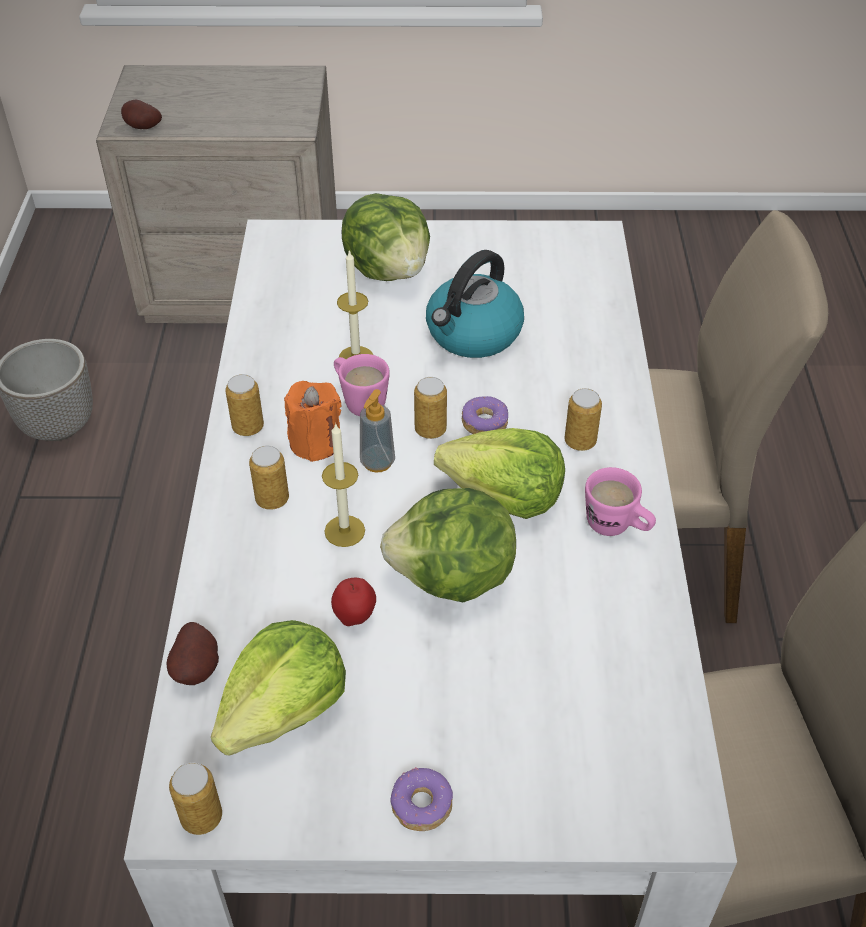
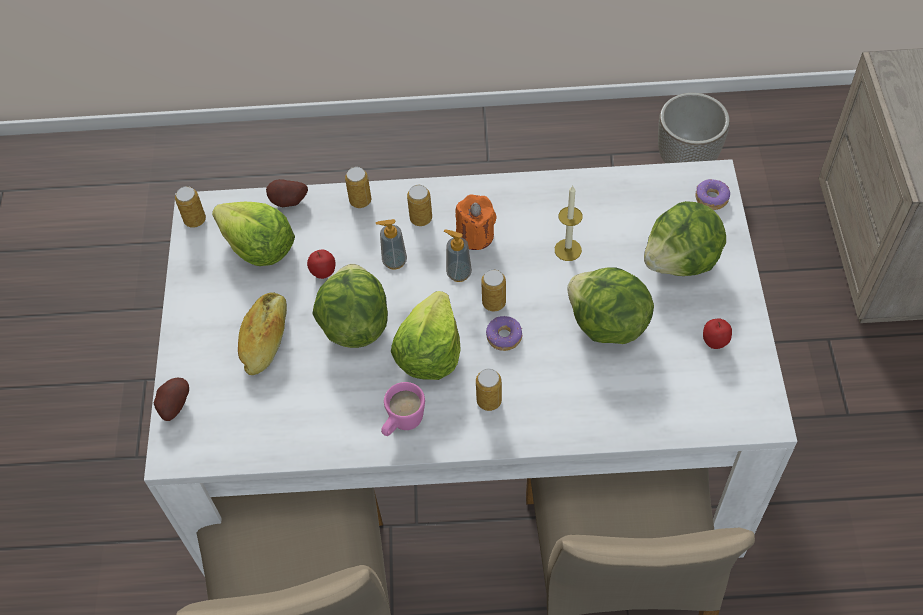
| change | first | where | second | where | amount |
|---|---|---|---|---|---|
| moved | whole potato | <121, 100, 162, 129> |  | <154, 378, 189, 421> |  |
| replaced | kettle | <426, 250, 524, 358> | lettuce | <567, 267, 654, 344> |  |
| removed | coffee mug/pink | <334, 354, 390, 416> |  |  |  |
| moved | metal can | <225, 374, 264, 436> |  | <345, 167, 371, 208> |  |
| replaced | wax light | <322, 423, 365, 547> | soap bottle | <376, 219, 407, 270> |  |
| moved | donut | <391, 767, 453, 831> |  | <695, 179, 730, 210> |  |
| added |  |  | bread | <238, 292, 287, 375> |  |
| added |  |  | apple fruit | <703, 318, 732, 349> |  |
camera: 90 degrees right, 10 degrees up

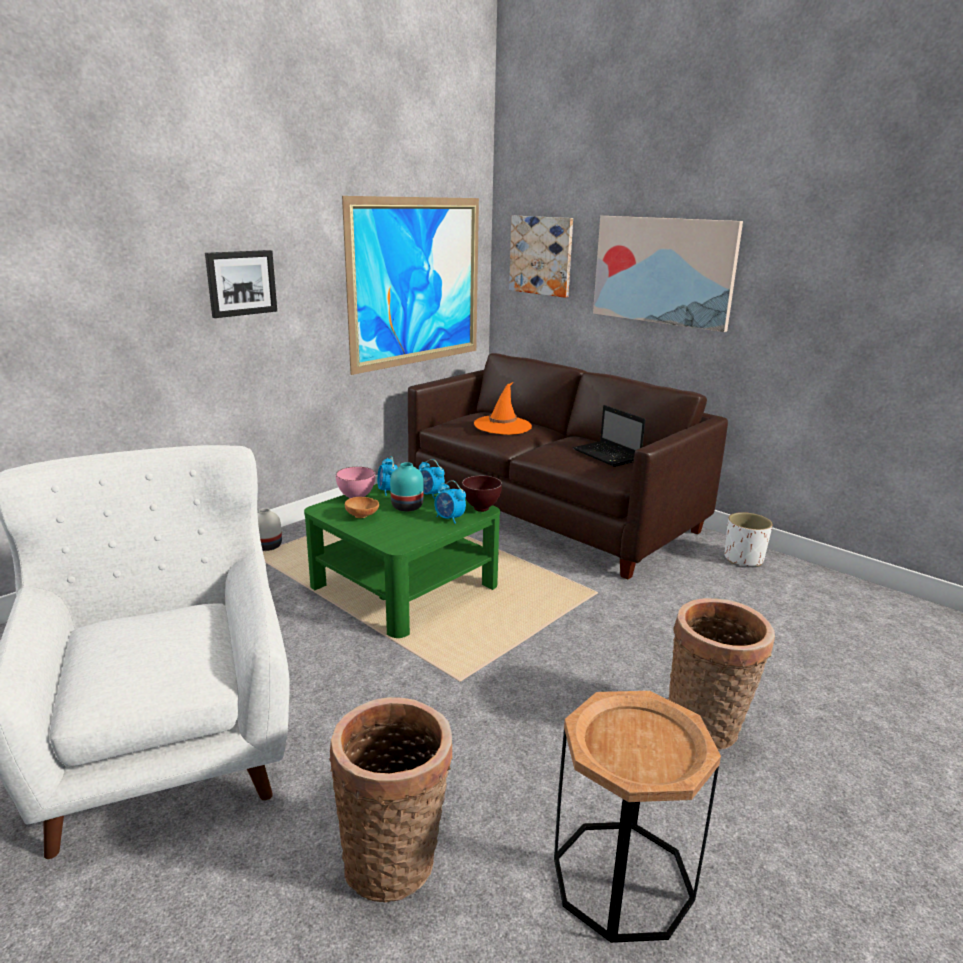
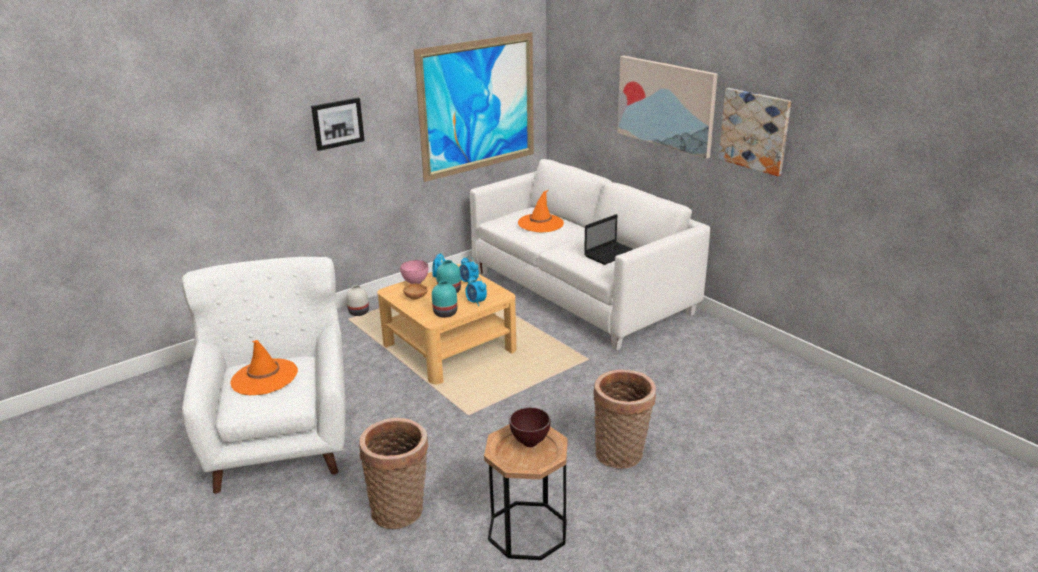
| change | first | where | second | where | amount |
|---|---|---|---|---|---|
| moved | wall picture | <509, 216, 573, 298> |  | <719, 88, 791, 176> |  |
| recoloured | couch/brown | <408, 353, 728, 579> | couch/whitish | <470, 159, 710, 351> |  |
| turned | notebook computer | <573, 405, 646, 467> |  | <584, 214, 633, 265> | 105 degrees counterclockwise |
| moved | deep dish/brown | <462, 475, 502, 512> |  | <509, 407, 550, 447> |  |
| recoloured | low table/green | <304, 484, 500, 638> | low table/sand-coloured | <377, 264, 516, 384> |  |
| removed | flower pot/whitish | <724, 512, 773, 567> |  |  |  |
| added |  |  | flower vase/turquoise | <432, 281, 457, 318> |  |
| added |  |  | hat/orange | <231, 340, 298, 395> |  |
camera: 10 degrees right, 5 degrees up

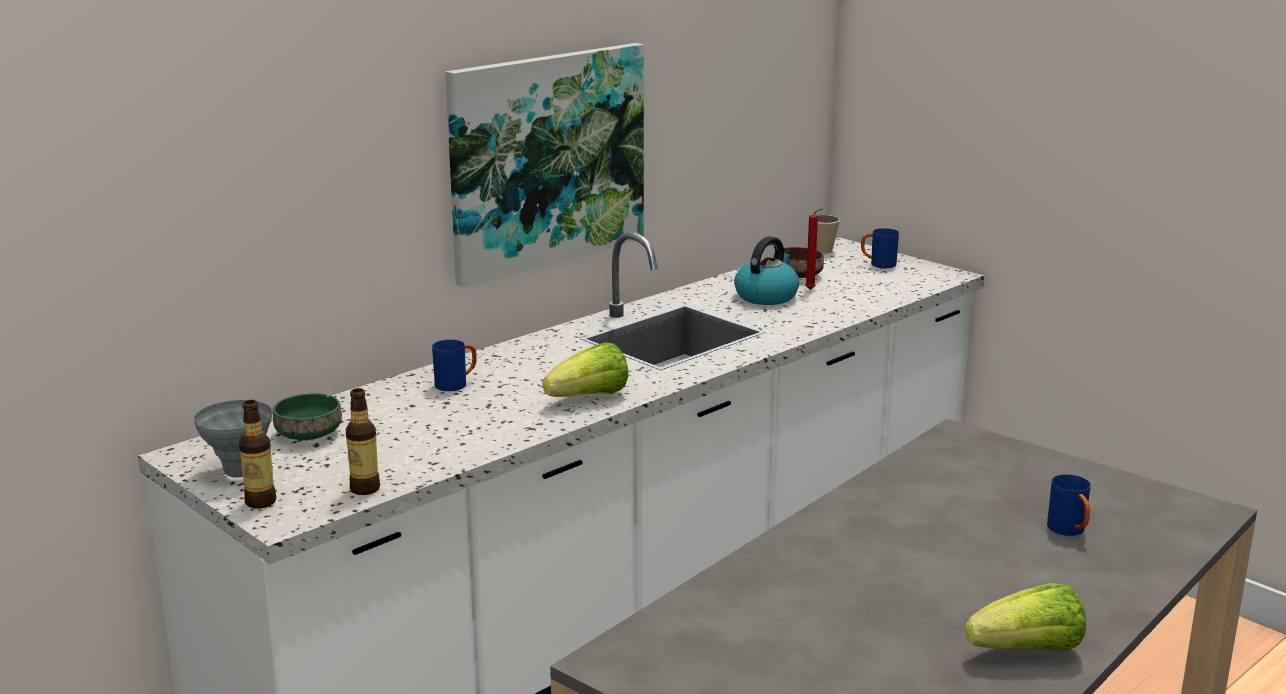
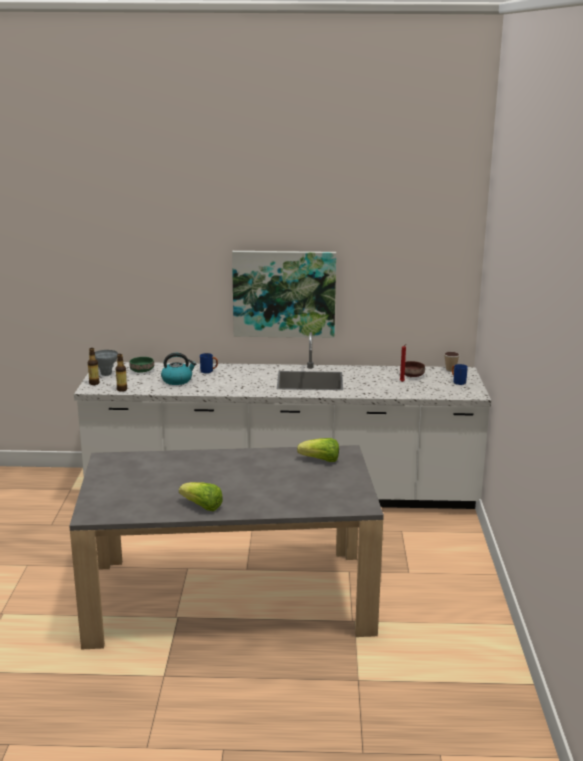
| change | first | where | second | where | amount |
|---|---|---|---|---|---|
| moved | kettle | <734, 236, 799, 305> |  | <161, 353, 196, 385> |  |
| moved | lettuce | <543, 342, 628, 397> |  | <297, 438, 339, 462> |  |
| removed | coffee mug/blue | <1047, 474, 1091, 536> |  |  |  |
camera: 45 degrees right, 0 degrees up

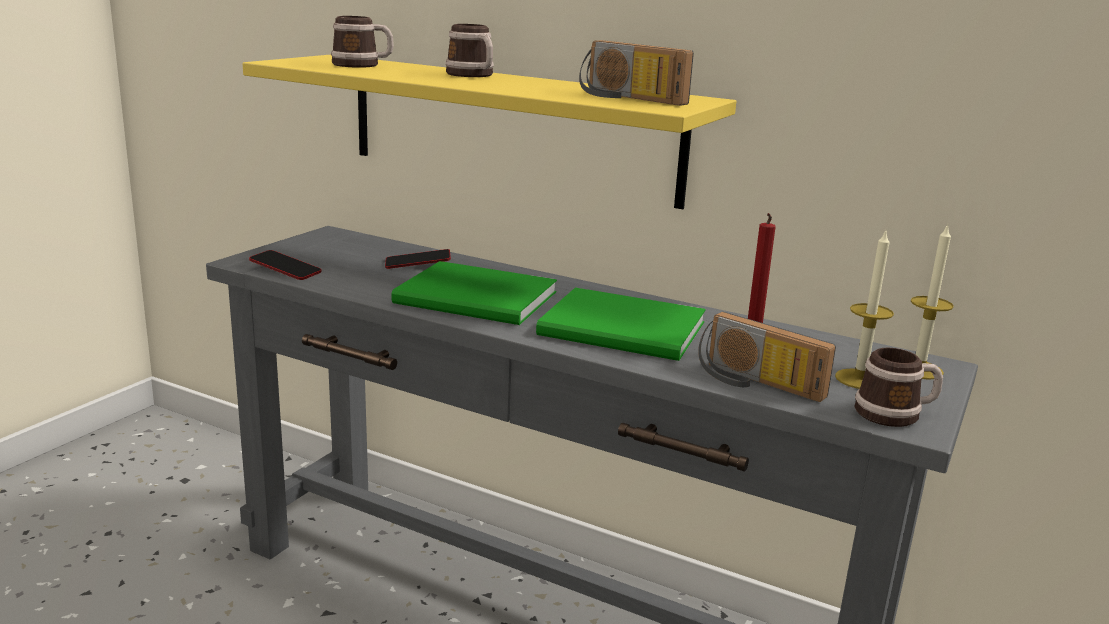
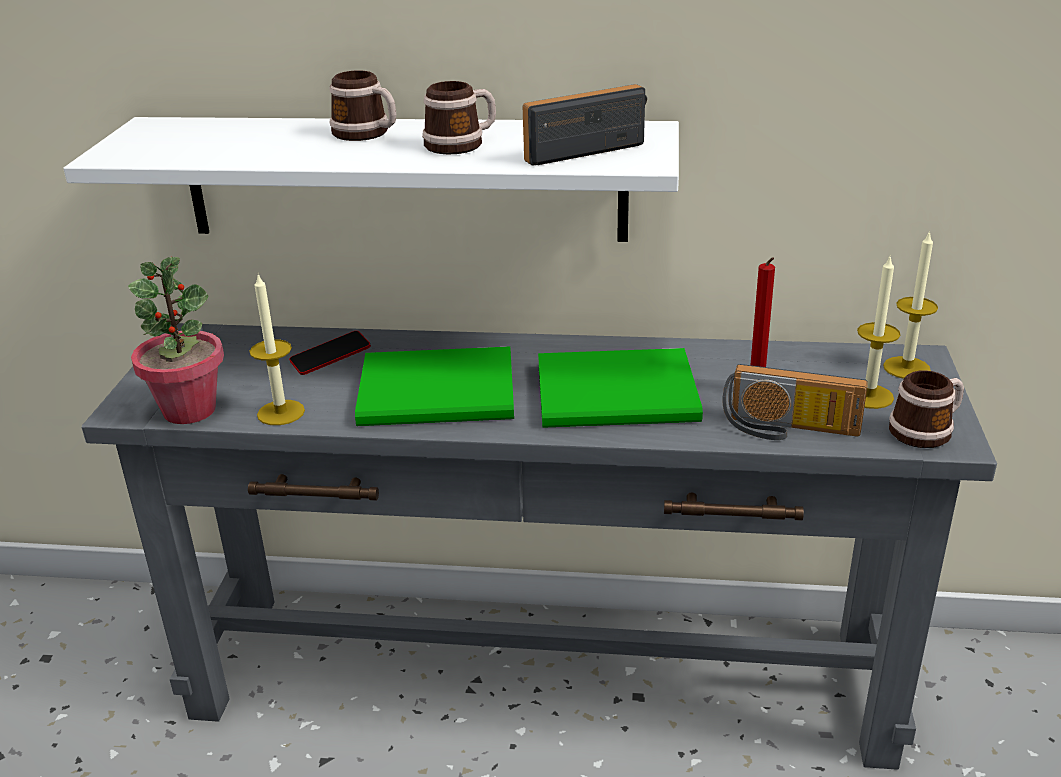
| change | first | where | second | where | amount |
|---|---|---|---|---|---|
| moved | coffee mug | <331, 16, 394, 68> |  | <422, 81, 496, 154> |  |
| turned | radio set | <579, 40, 694, 106> |  | <523, 84, 647, 166> | 135 degrees clockwise |
| recoloured | bracket shelf/yellow-coloured | <243, 55, 736, 209> | bracket shelf/whitish | <64, 117, 679, 242> |  |
| replaced | phone | <249, 250, 322, 280> | potted plant | <128, 257, 224, 424> |  |
| added |  |  | wax light | <250, 275, 305, 425> |  |
camera: 20 degrees left, 10 degrees up

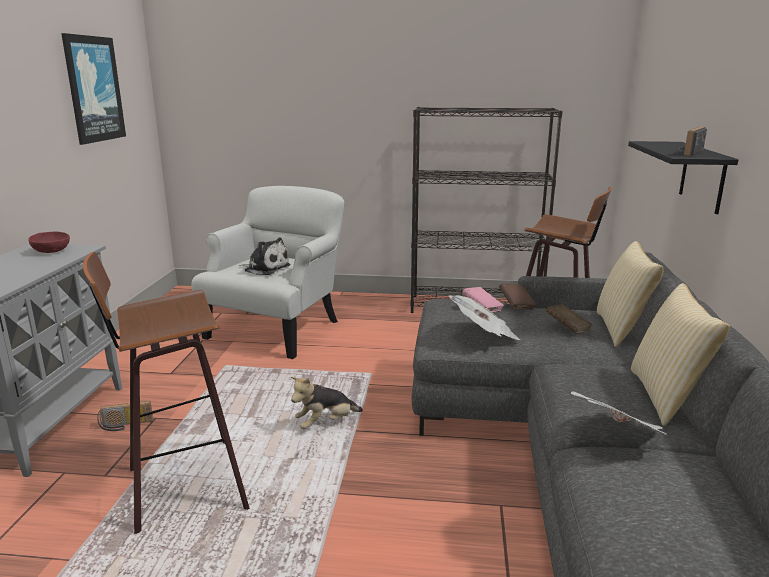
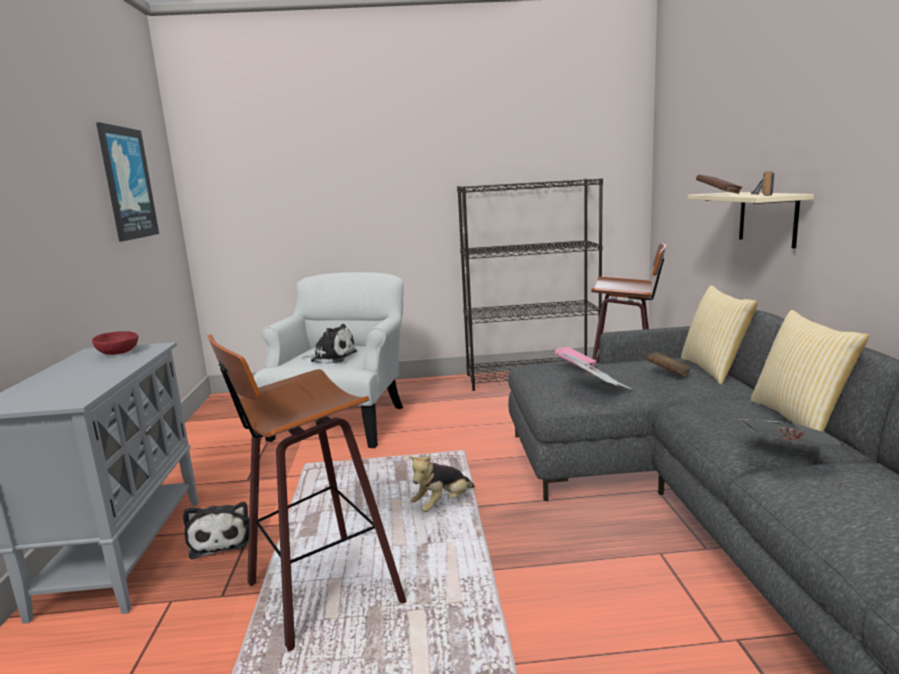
| change | first | where | second | where | amount |
|---|---|---|---|---|---|
| recoloured | bracket shelf/blackish | <628, 141, 739, 214> | bracket shelf/sand-coloured | <688, 192, 814, 248> |  |
| moved | volume/brown | <499, 283, 536, 310> |  | <696, 175, 743, 194> |  |
| replaced | radio set | <97, 401, 153, 431> | soft toy | <183, 502, 249, 560> |  |
camera: 10 degrees left, 5 degrees down

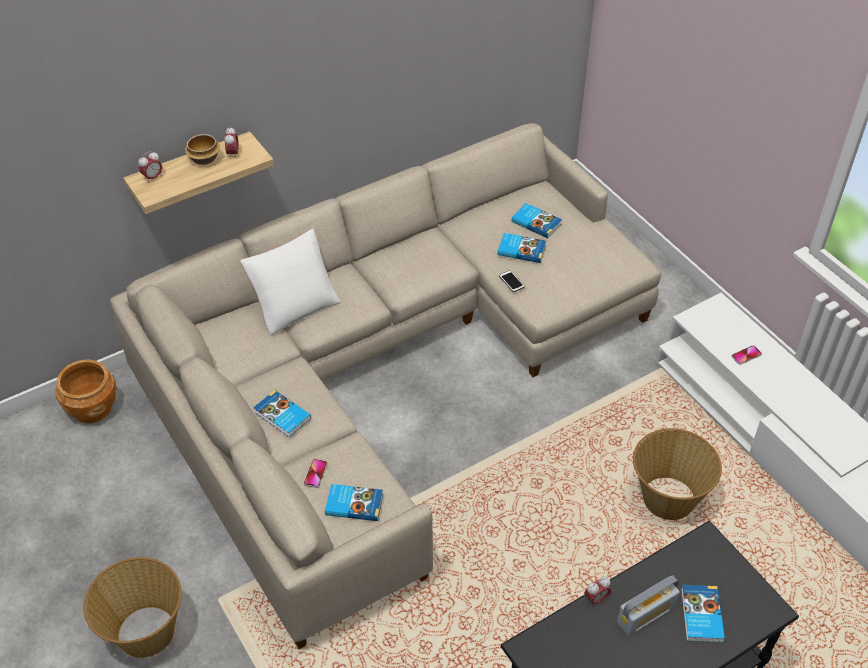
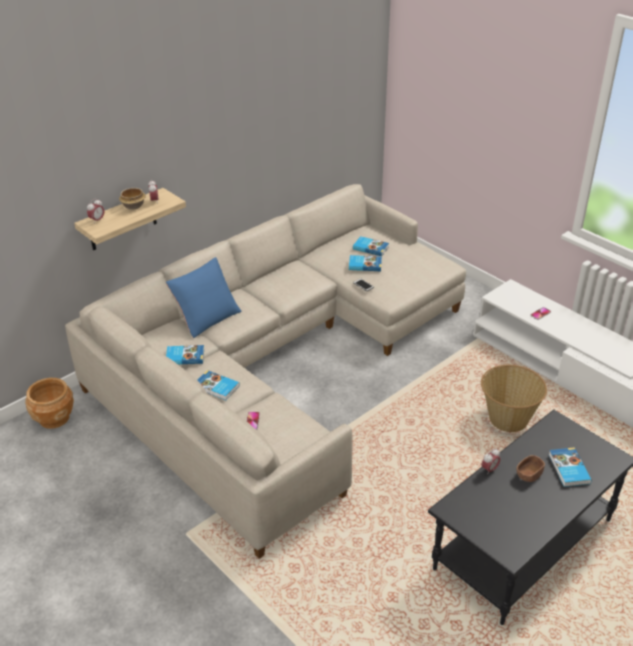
| change | first | where | second | where | amount |
|---|---|---|---|---|---|
| recoloured | throw pillow/whitish | <240, 229, 341, 335> | throw pillow/blue | <166, 257, 241, 338> |  |
| moved | volume | <325, 484, 383, 521> |  | <166, 345, 204, 364> |  |
| removed | storage basket | <83, 557, 182, 658> |  |  |  |
| replaced | radio set | <617, 575, 680, 637> | deep dish/brown | <517, 455, 545, 482> |  |
camera: 10 degrees left, 10 degrees down

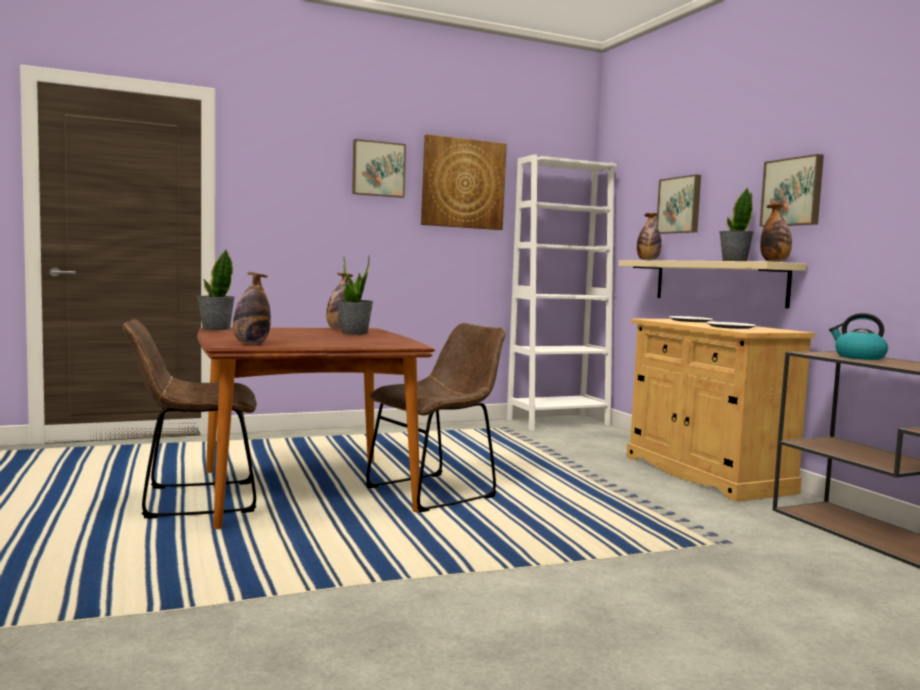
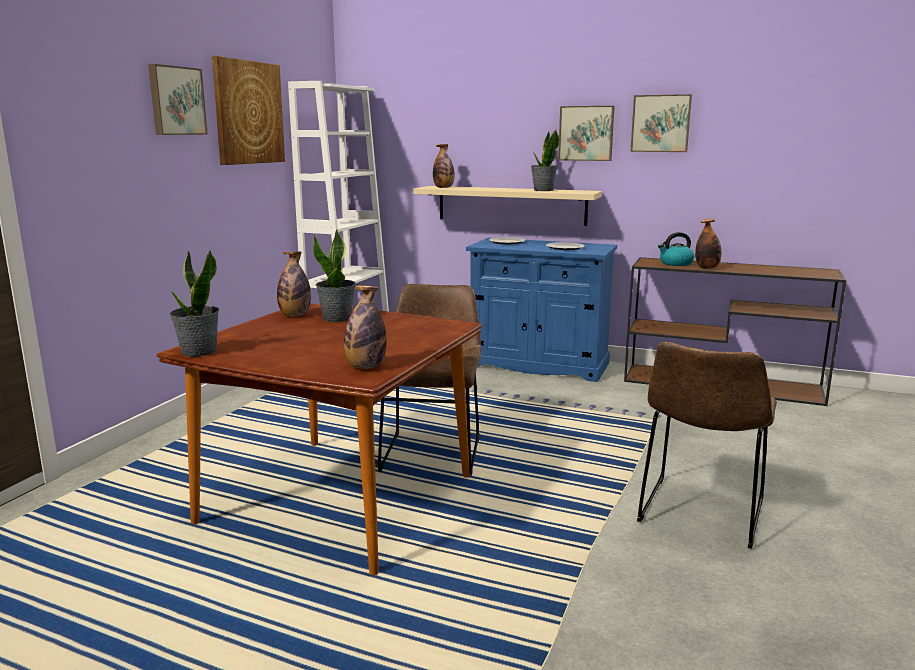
| change | first | where | second | where | amount |
|---|---|---|---|---|---|
| moved | wall picture | <656, 174, 701, 234> |  | <630, 94, 692, 152> |  |
| moved | drink bottle | <760, 203, 792, 262> |  | <695, 219, 721, 269> |  |
| moved | upright chair/brown | <123, 319, 257, 518> |  | <637, 342, 777, 549> |  |
| recoloured | storage cabinet/sand-coloured | <626, 319, 815, 502> | storage cabinet/blue | <466, 238, 617, 382> |  |
camera: 45 degrees left, 10 degrees up

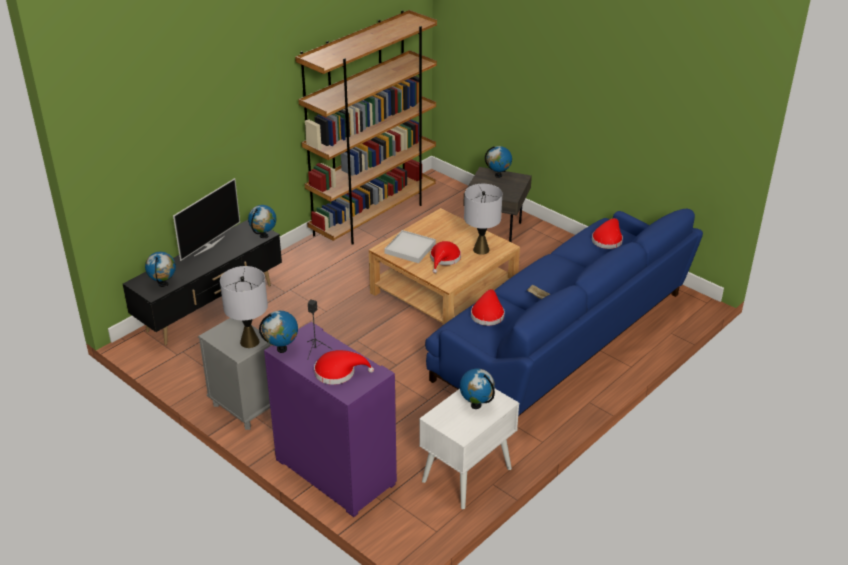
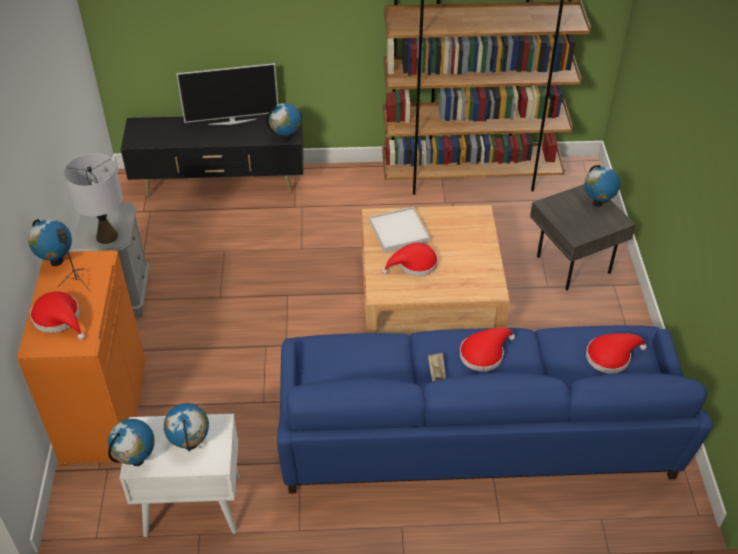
| change | first | where | second | where | amount |
|---|---|---|---|---|---|
| removed | table lamp/gray | <464, 184, 502, 255> |  |  |  |
| moved | world globe | <145, 252, 176, 287> |  | <108, 419, 155, 466> |  |
| moved | hat/red-coloured | <471, 289, 505, 326> |  | <460, 327, 515, 372> |  |
| recoloured | storage cabinet/purple-coloured | <264, 322, 397, 517> | storage cabinet/orange | <17, 250, 145, 466> |  |
camera: 45 degrees right, 10 degrees up

